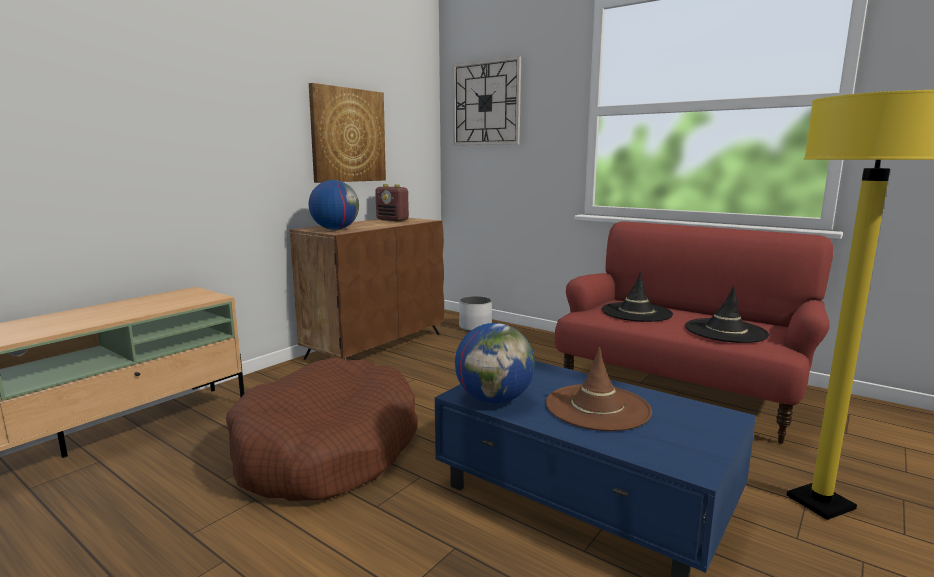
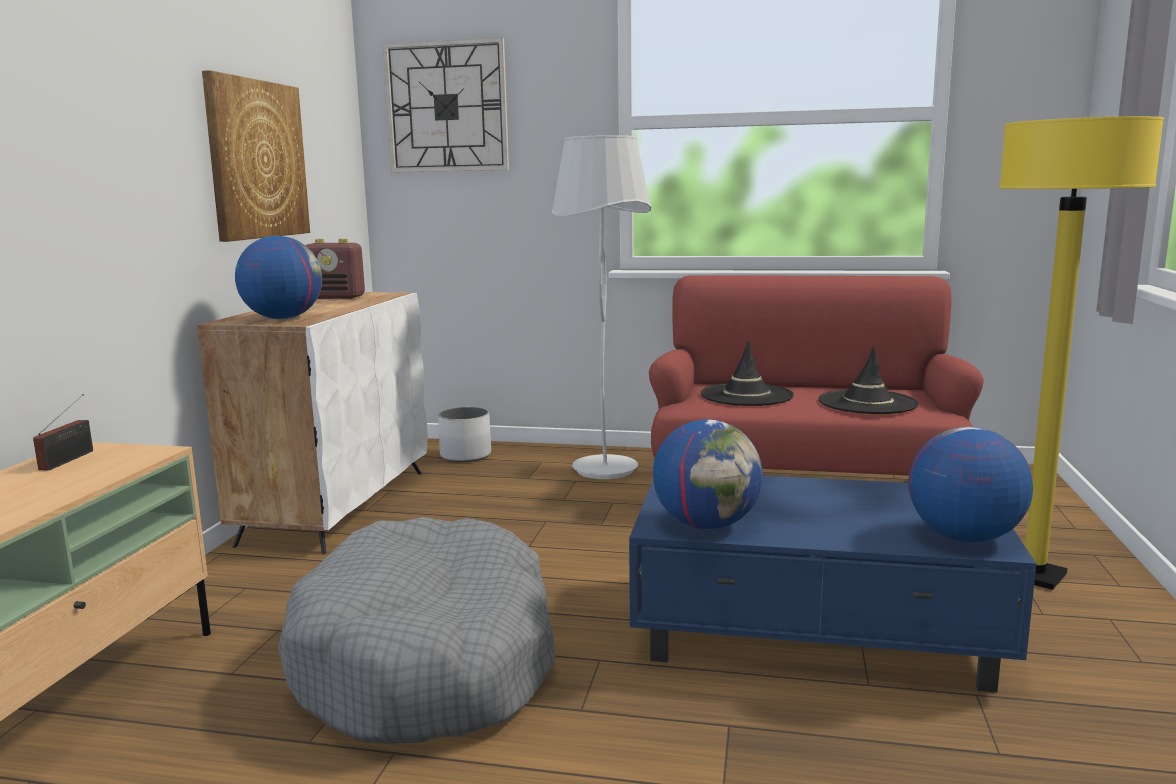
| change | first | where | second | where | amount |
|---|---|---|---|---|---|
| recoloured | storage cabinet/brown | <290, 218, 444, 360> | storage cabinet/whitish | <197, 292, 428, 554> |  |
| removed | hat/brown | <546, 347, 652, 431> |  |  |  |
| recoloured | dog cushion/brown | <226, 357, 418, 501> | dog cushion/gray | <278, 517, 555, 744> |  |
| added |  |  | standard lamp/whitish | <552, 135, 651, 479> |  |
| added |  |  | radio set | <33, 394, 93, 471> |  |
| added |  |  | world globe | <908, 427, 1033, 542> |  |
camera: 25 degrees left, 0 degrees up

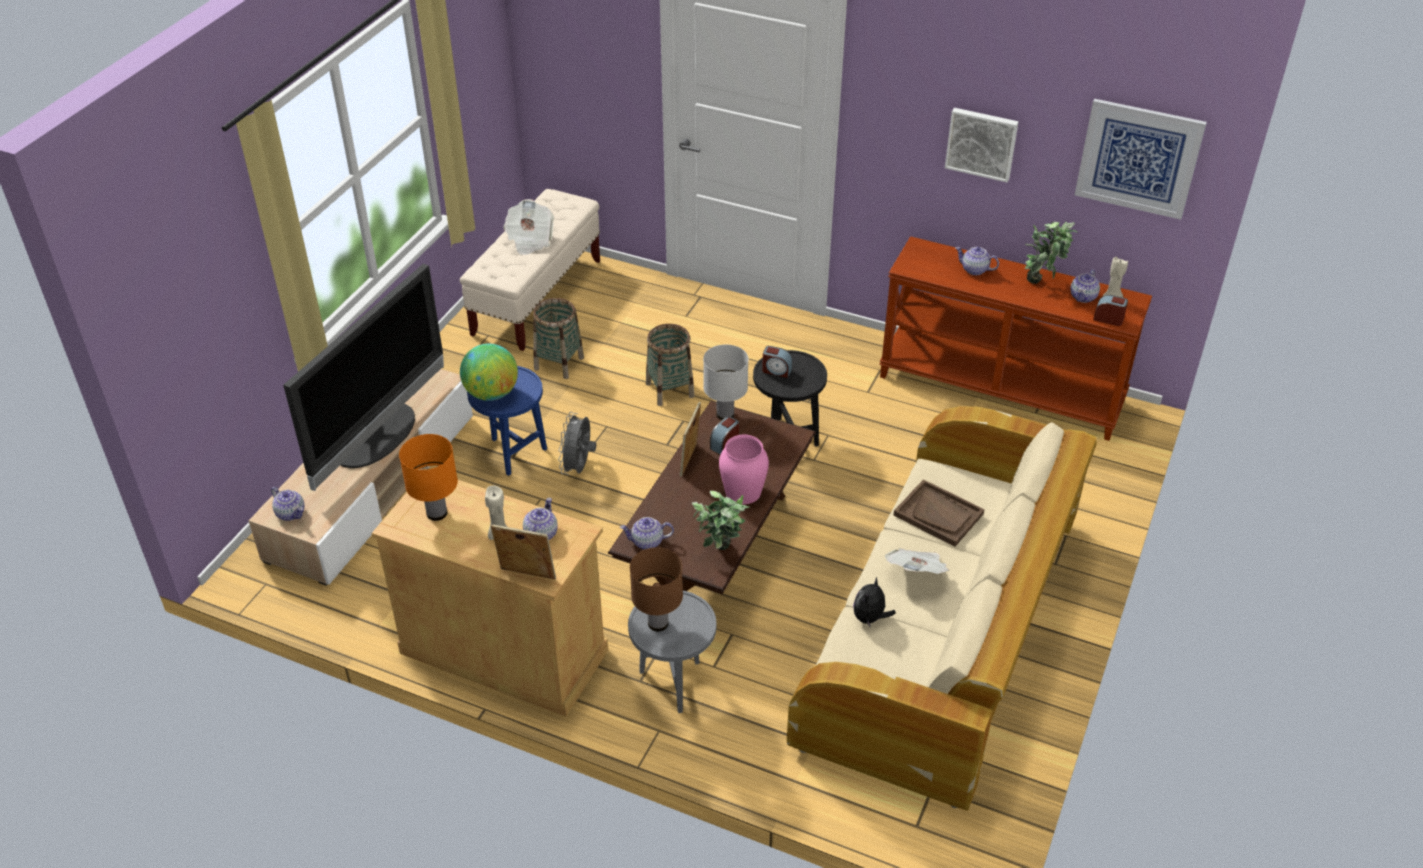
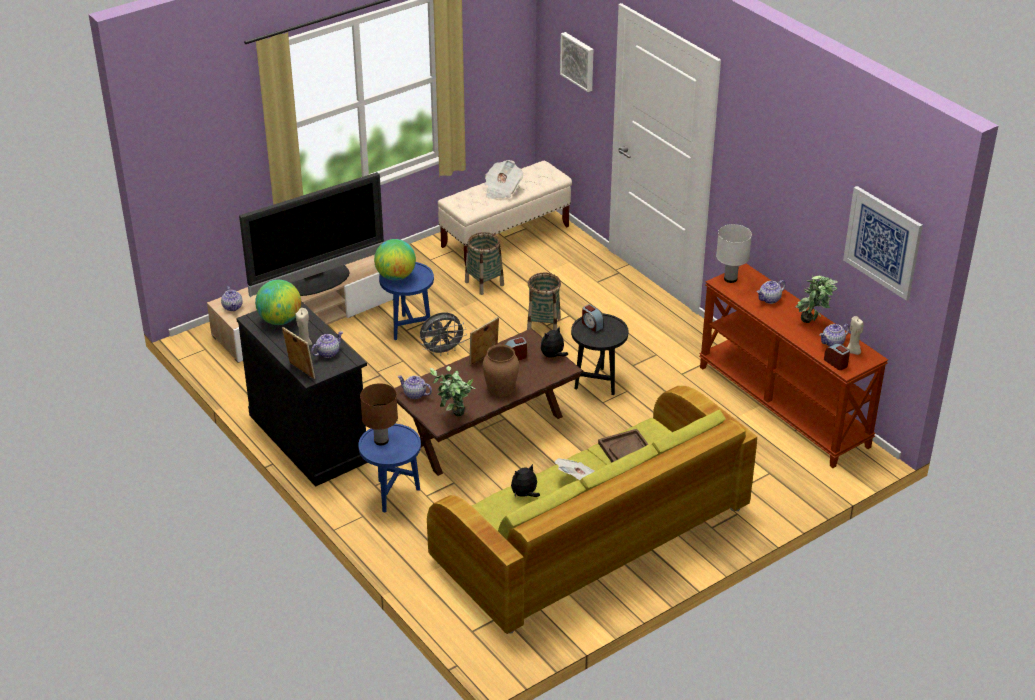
| change | first | where | second | where | amount |
|---|---|---|---|---|---|
| moved | wall picture | <945, 108, 1018, 182> |  | <560, 32, 594, 92> |  |
| turned | tea pot | <956, 247, 999, 275> |  | <757, 280, 786, 304> | 90 degrees counterclockwise |
| moved | table lamp/whitish | <703, 345, 749, 420> |  | <716, 224, 752, 283> |  |
| recoloured | couch/sand-coloured | <787, 406, 1097, 811> | couch/green | <427, 386, 757, 634> |  |
| turned | electric fan/gray | <558, 412, 596, 475> |  | <420, 312, 467, 356> | 150 degrees counterclockwise |
| replaced | table lamp/orange | <399, 434, 458, 521> | world globe | <255, 280, 301, 325> |  |
| recoloured | flower vase/pink | <719, 435, 769, 504> | flower vase/brown | <483, 344, 519, 397> |  |
| recoloured | storage cabinet/sand-coloured | <371, 469, 608, 716> | storage cabinet/blackish | <236, 301, 368, 487> |  |
| recoloured | accent table/gray | <628, 591, 716, 713> | accent table/blue | <358, 424, 421, 513> |  |
| added |  |  | soft toy | <541, 327, 568, 357> |  |
camera: 30 degrees right, 5 degrees down

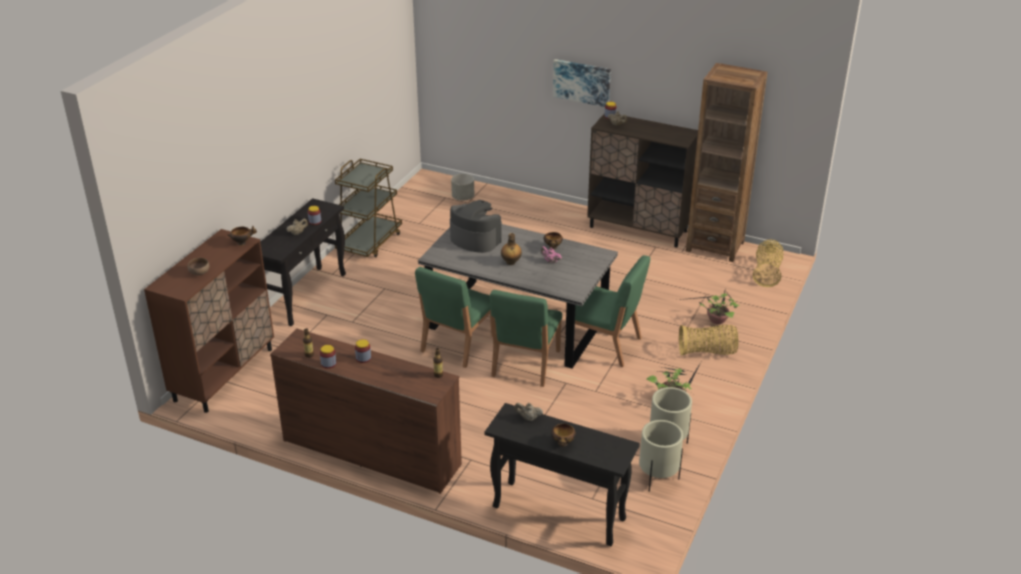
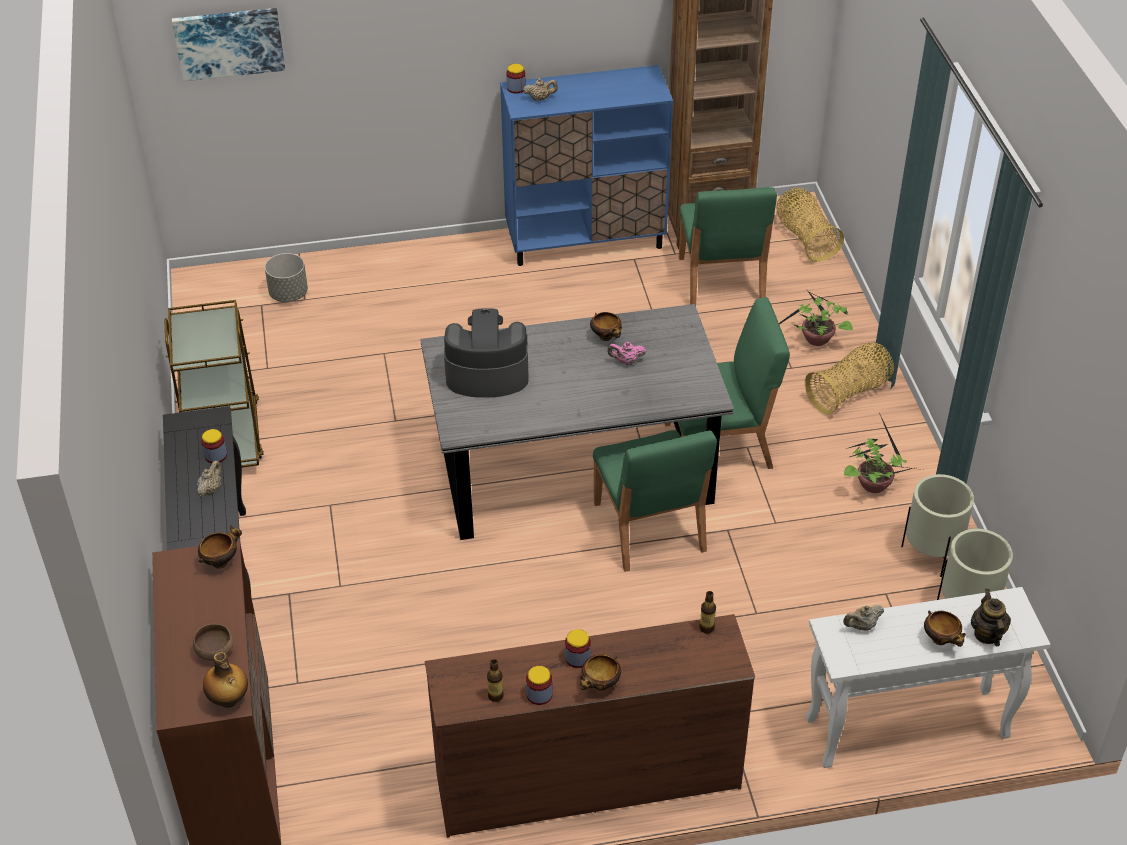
| change | first | where | second | where | amount |
|---|---|---|---|---|---|
| moved | wall picture | <553, 59, 611, 107> |  | <172, 8, 285, 81> |  |
| recoloured | storage cabinet/brown | <587, 113, 698, 248> | storage cabinet/blue | <500, 65, 673, 266> |  |
| moved | drink bottle | <501, 233, 522, 265> |  | <203, 652, 248, 708> |  |
| moved | upright chair/green | <415, 267, 493, 368> |  | <679, 187, 777, 306> |  |
| recoloured | narrow table/blackish | <485, 403, 640, 546> | narrow table/whitish | <806, 587, 1050, 768> |  |
| added |  |  | tea pot | <971, 589, 1011, 646> |  |
| added |  |  | deep dish | <580, 654, 621, 691> |  |
camera: 35 degrees left, 10 degrees up

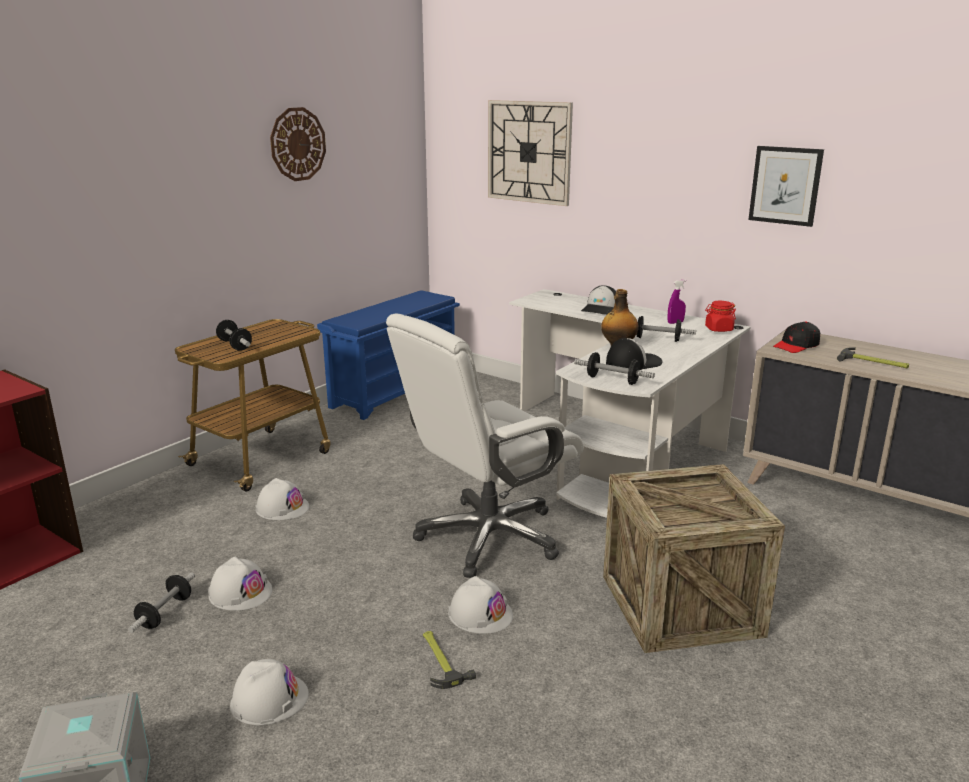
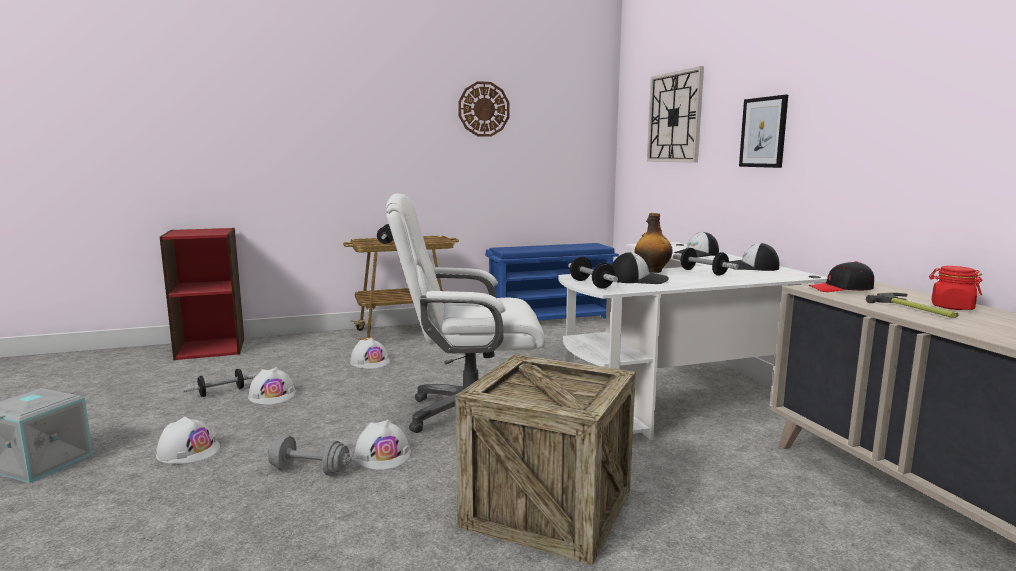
| change | first | where | second | where | amount |
|---|---|---|---|---|---|
| moved | wall picture | <748, 146, 824, 227> |  | <739, 95, 788, 168> |  |
| replaced | spray bottle/purple-coloured | <667, 280, 686, 324> | cap | <729, 243, 779, 271> |  |
| moved | jar/red-coloured | <705, 301, 736, 332> |  | <929, 266, 982, 310> |  |
| replaced | hand hammer | <423, 631, 476, 689> | hand weight/gray | <267, 436, 352, 476> |  |
camera: 35 degrees right, 10 degrees down

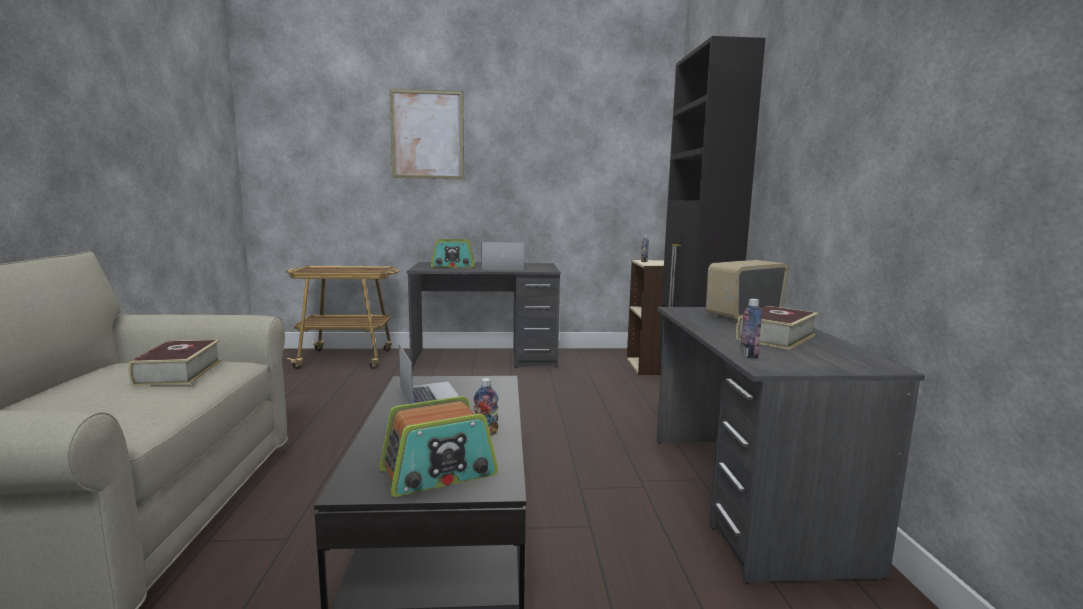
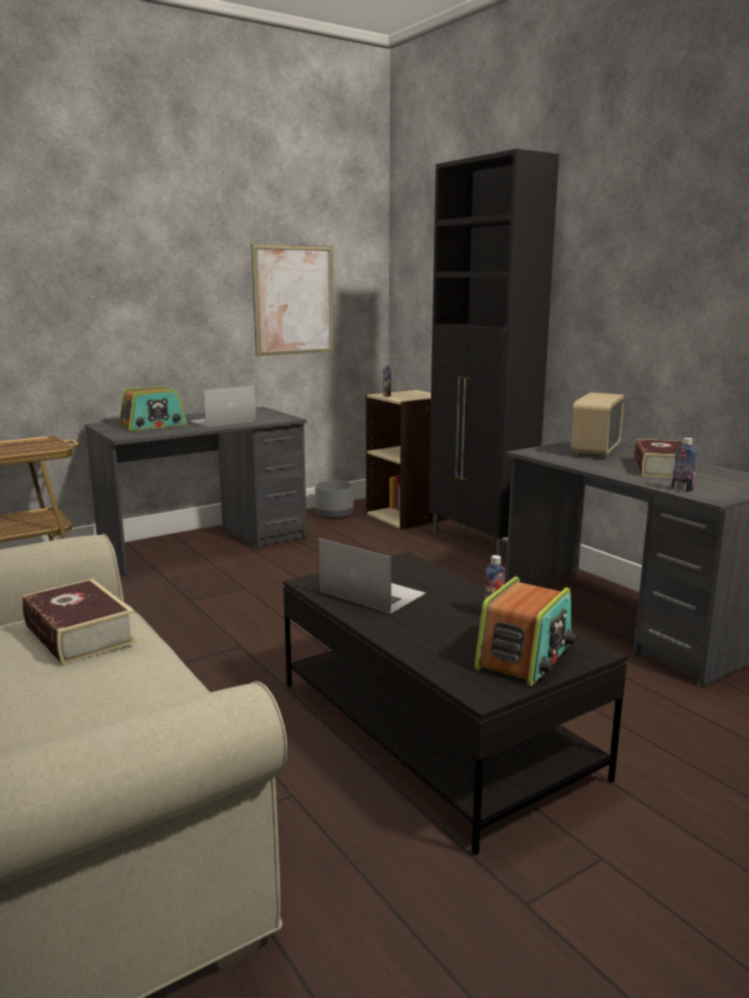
| change | first | where | second | where | amount |
|---|---|---|---|---|---|
| moved | wall picture | <389, 89, 464, 179> |  | <251, 244, 334, 356> |  |
| added |  |  | flower pot/gray | <315, 481, 354, 519> |  |
camera: 30 degrees left, 5 degrees up

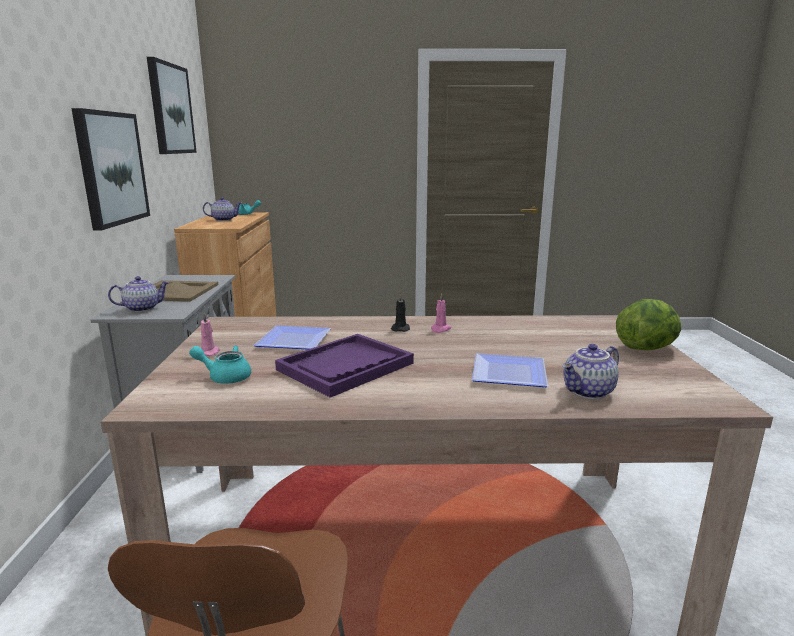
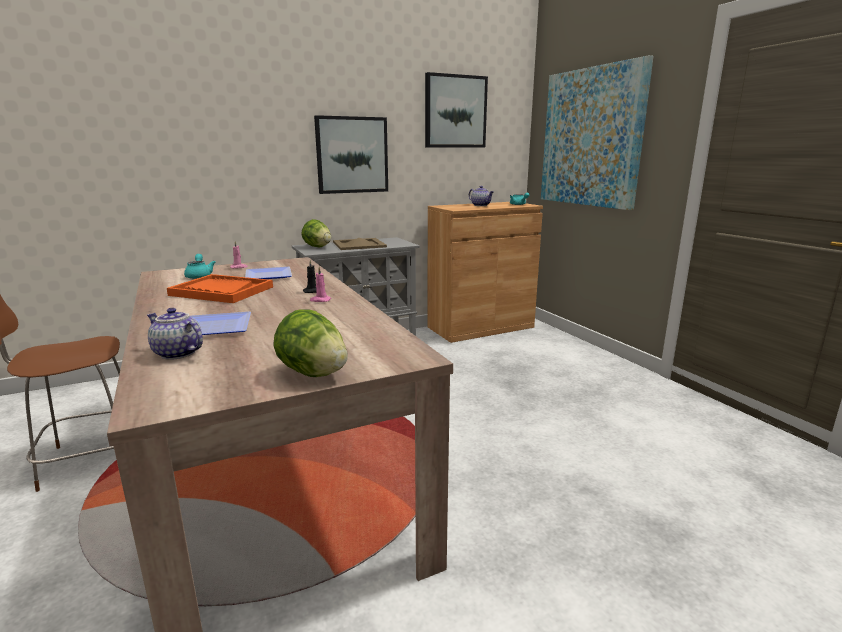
| change | first | where | second | where | amount |
|---|---|---|---|---|---|
| replaced | tea pot | <108, 276, 169, 312> | lettuce | <301, 219, 331, 247> |  |
| recoloured | tray/purple-coloured | <275, 334, 414, 398> | tray/orange | <167, 274, 273, 303> |  |
| added |  |  | wall picture | <541, 55, 654, 210> |  |
camera: 65 degrees right, 0 degrees up

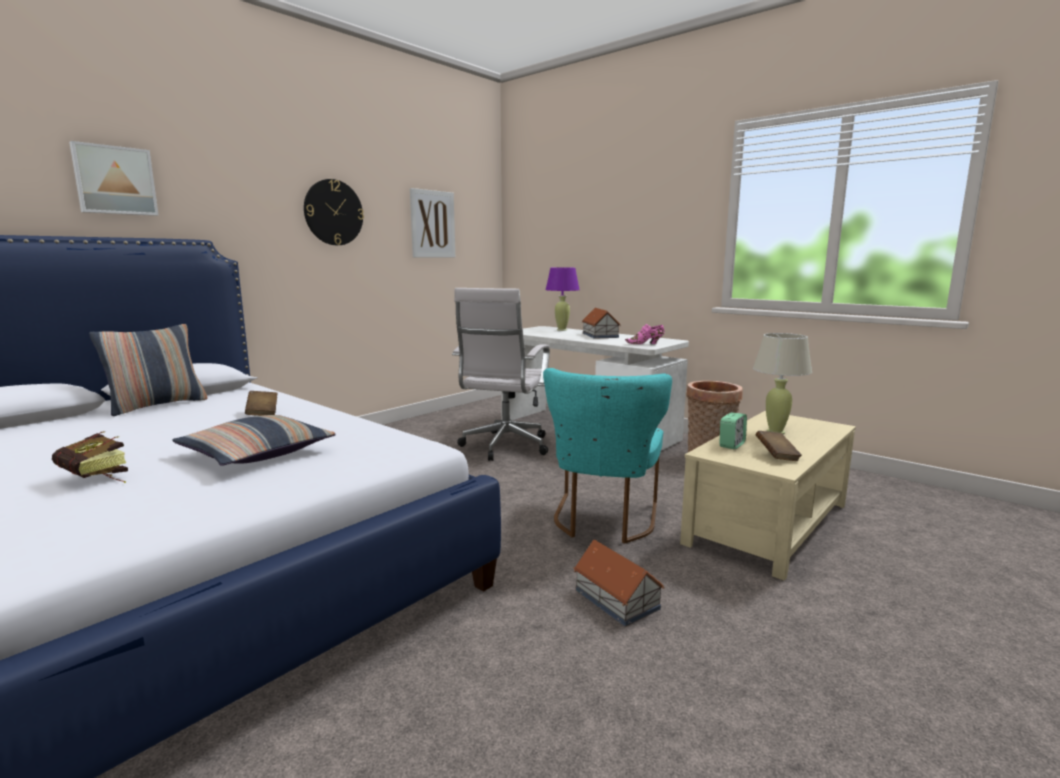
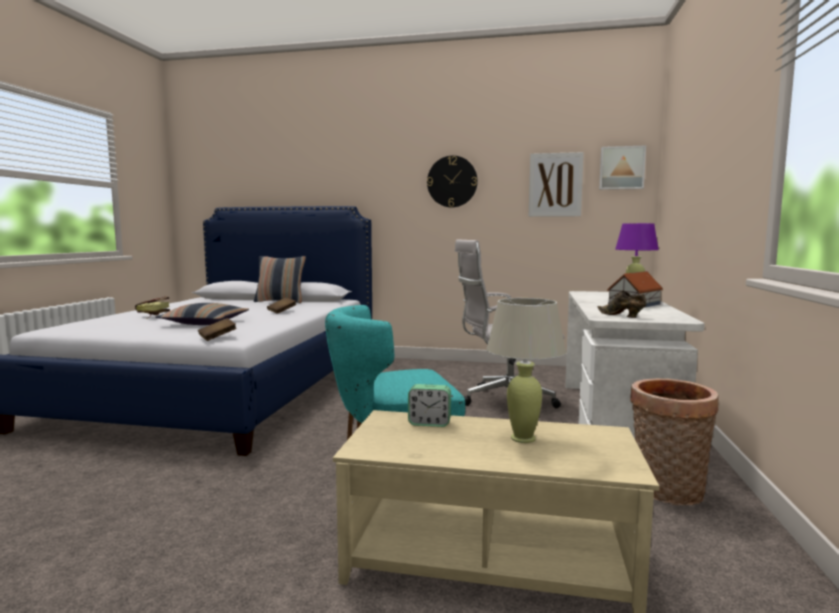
| change | first | where | second | where | amount |
|---|---|---|---|---|---|
| moved | wall picture | <69, 141, 159, 216> |  | <599, 146, 646, 190> |  |
| recoloured | item of footwear/pink | <625, 324, 665, 344> | item of footwear/brown | <597, 290, 646, 318> |  |
| moved | volume/brown | <755, 431, 802, 461> |  | <198, 318, 237, 341> |  |
| removed | miniature house | <573, 540, 665, 626> |  |  |  |
camera: 60 degrees right, 5 degrees down

